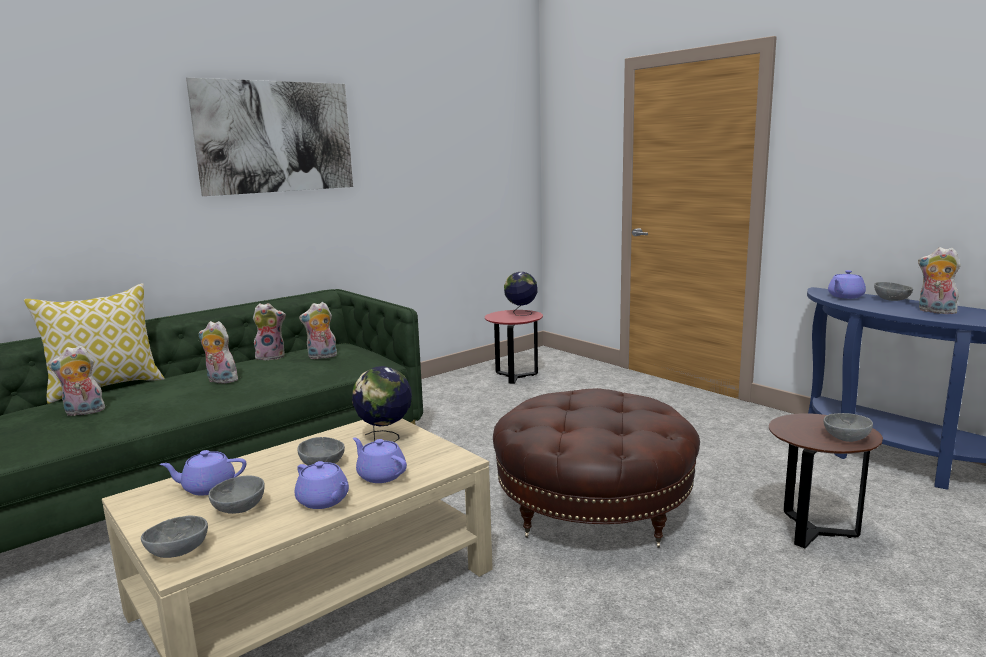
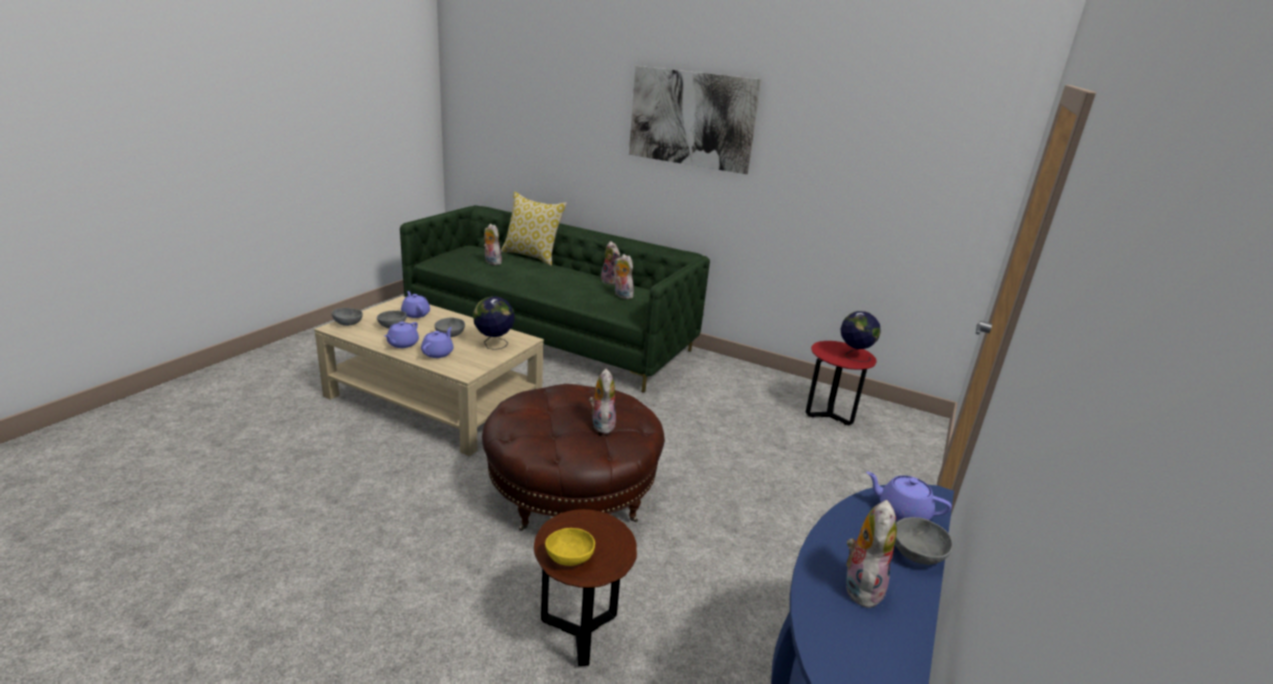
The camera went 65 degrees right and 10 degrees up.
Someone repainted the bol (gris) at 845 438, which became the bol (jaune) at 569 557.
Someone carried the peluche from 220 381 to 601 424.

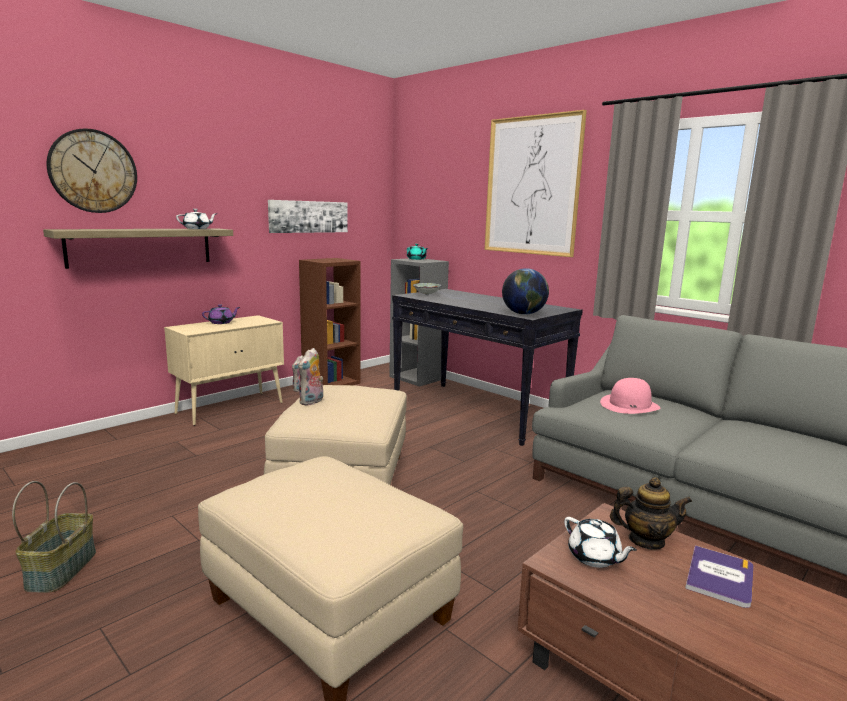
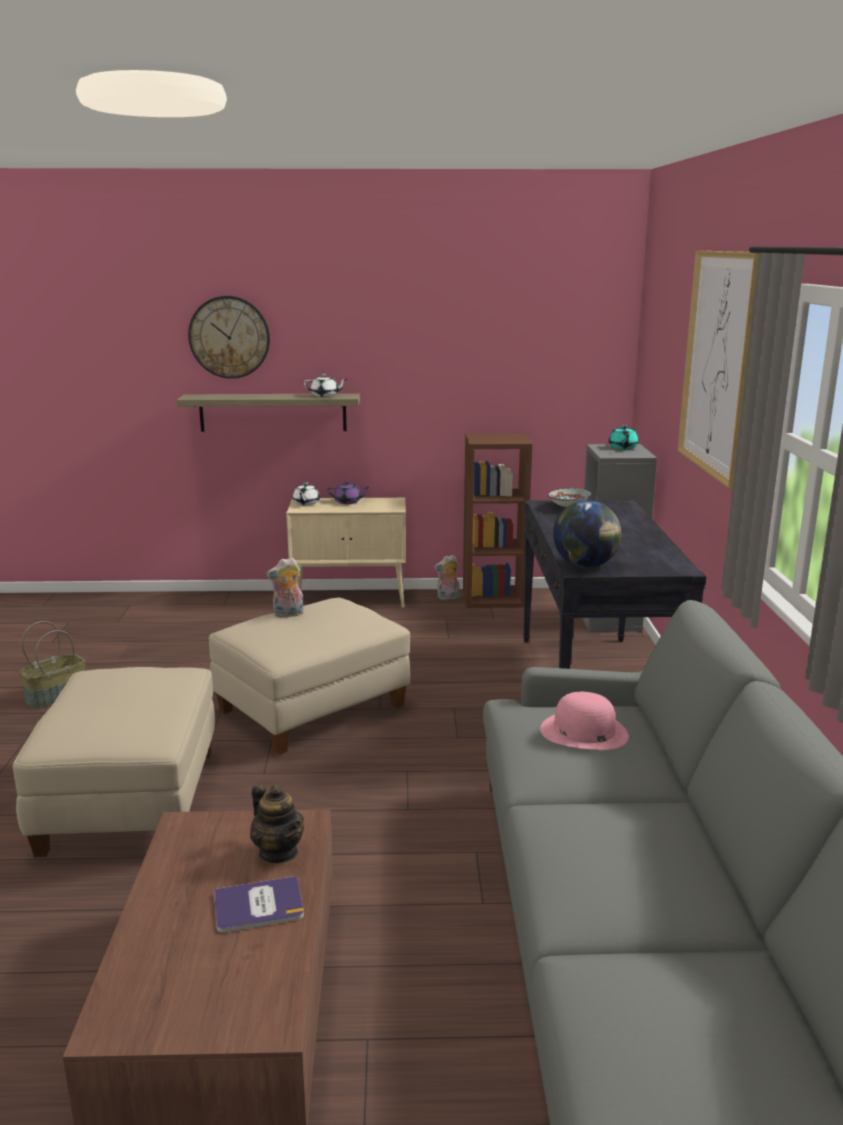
The camera went 45 degrees right and 5 degrees up.
Someone carried the théière (blanc) from 594 558 to 306 503.
Someone took away the tableau at 308 216.

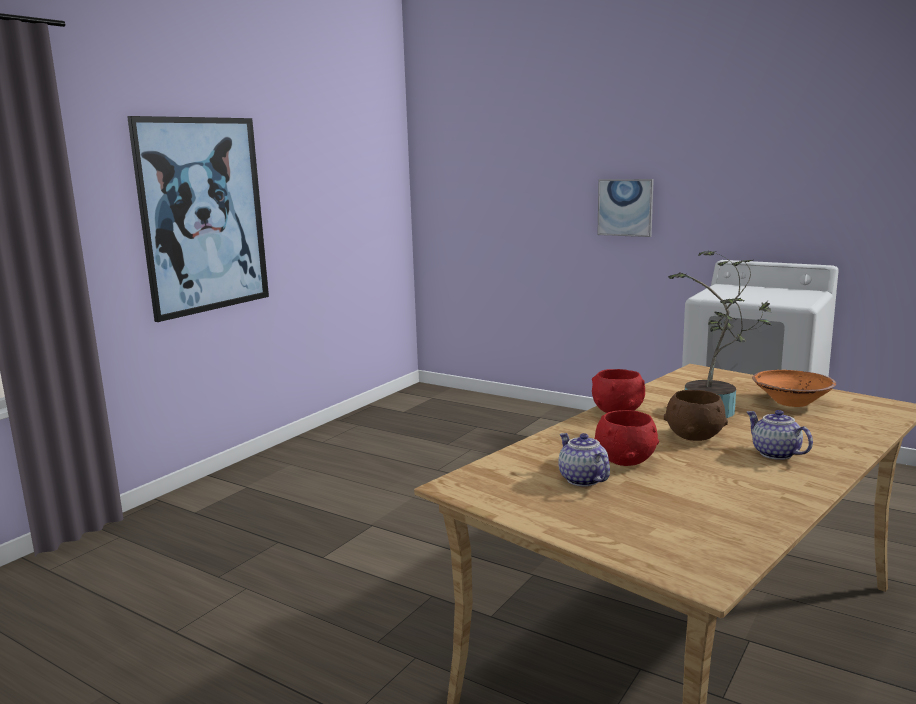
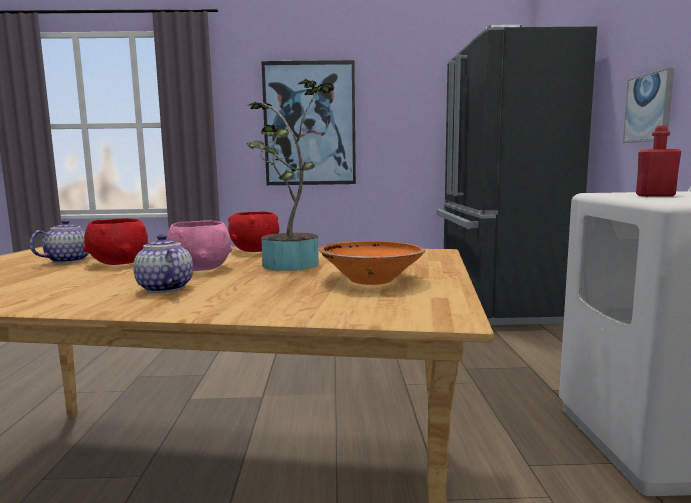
The camera went 55 degrees right and 5 degrees down.
Someone rotated the théière at 774 454 by 60 degrees counterclockwise.
Someone repainted the bol (marron) at 693 436, which became the bol (rose) at 201 268.
Someone put down the réfrigérateur (noir) at 496 304.
Someone put down the bouteille (rouge) at 655 196.

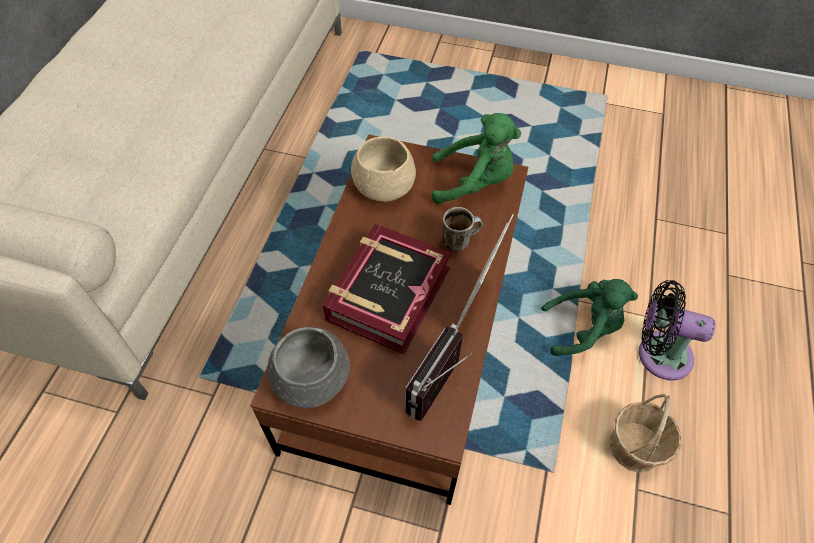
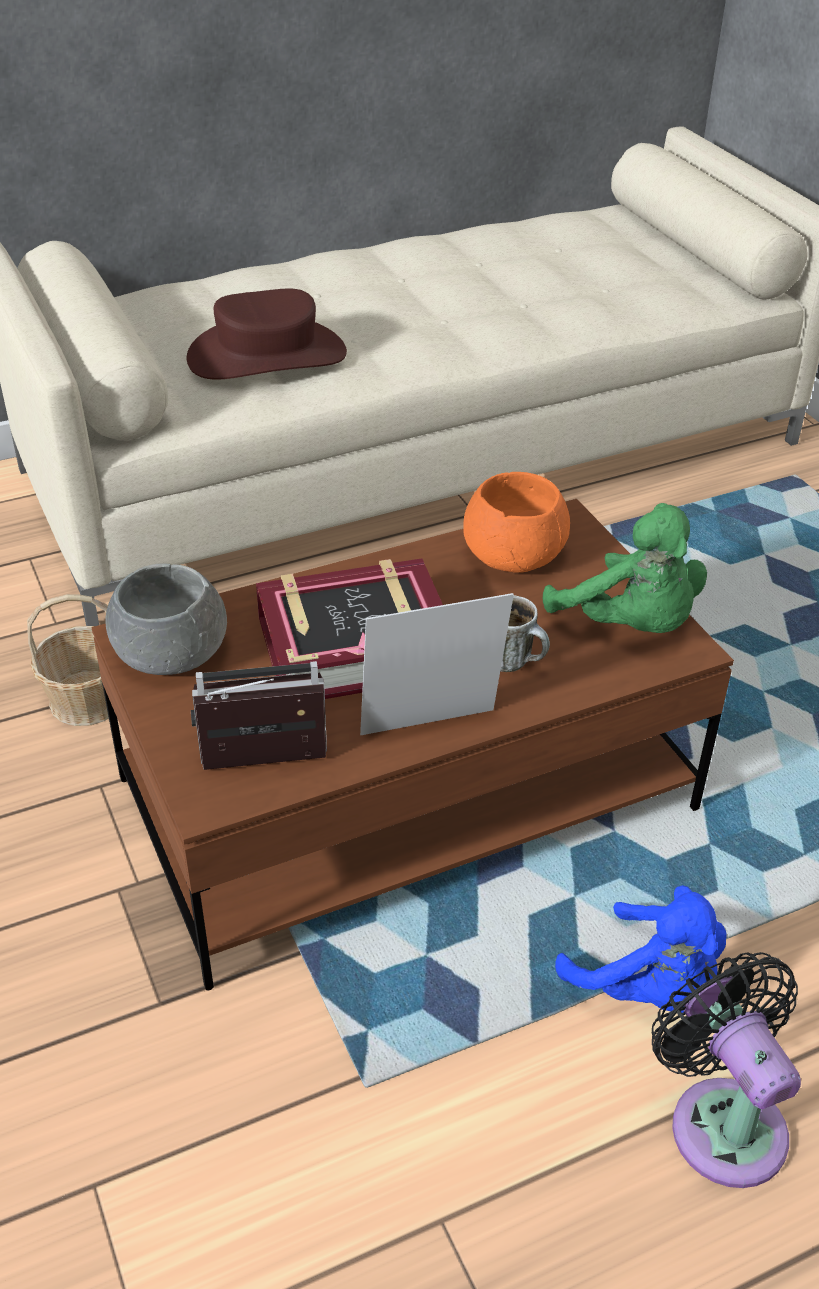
The camera went 50 degrees right and 15 degrees down.
Someone carried the panier from 635 446 to 87 700.
Someone put down the chapeau (marron) at 267 355.
Someone repainted the bol (beige) at 383 186, which became the bol (orange) at 513 554.
Someone repainted the peluche (vert) at 583 329, which became the peluche (bleu) at 649 989.

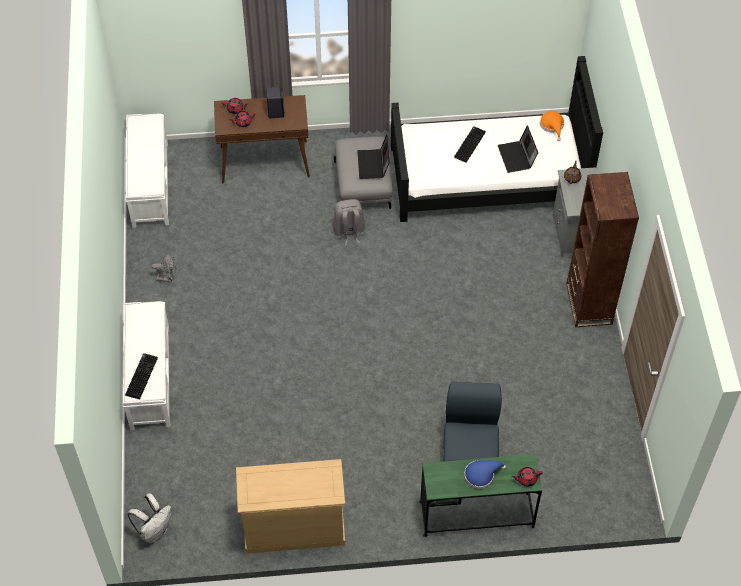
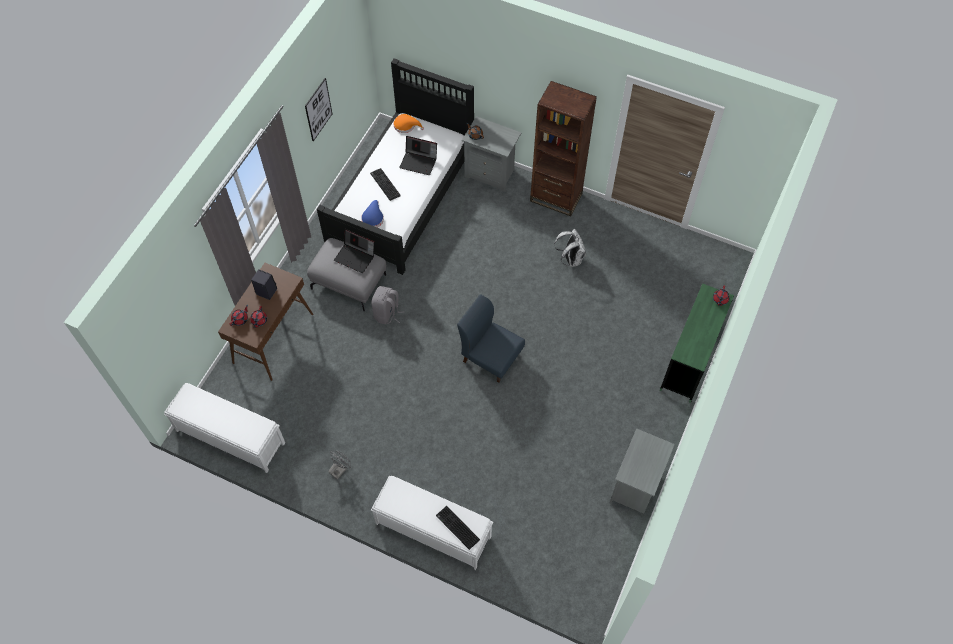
The camera went 60 degrees left and 5 degrees up.
Someone put up the tableau at 318 109.
Someone carried the chapeau (bleu) from 481 475 to 373 217.
Someone carried the chaise (bleu) from 470 452 to 490 357.
Someone carried the sac à dos (blanc) from 154 530 to 570 259.
Someone swapped the commode (beige) at 294 527 for the table de chevet (gris) at 635 487.

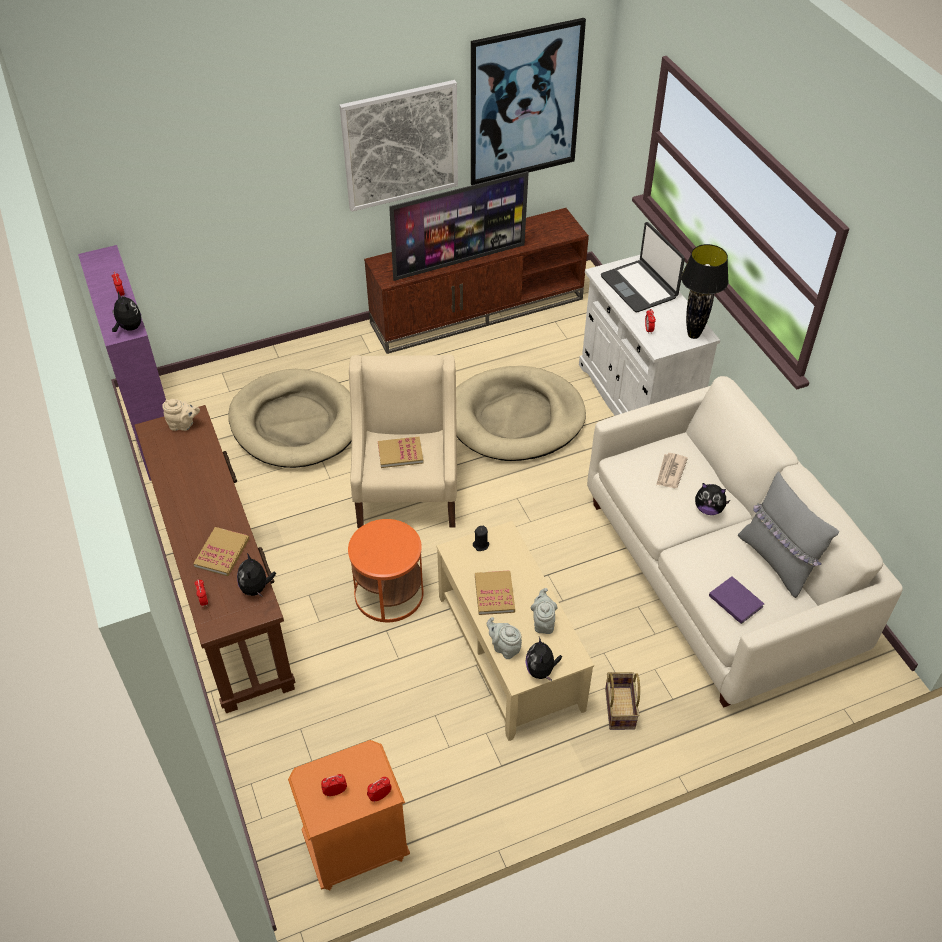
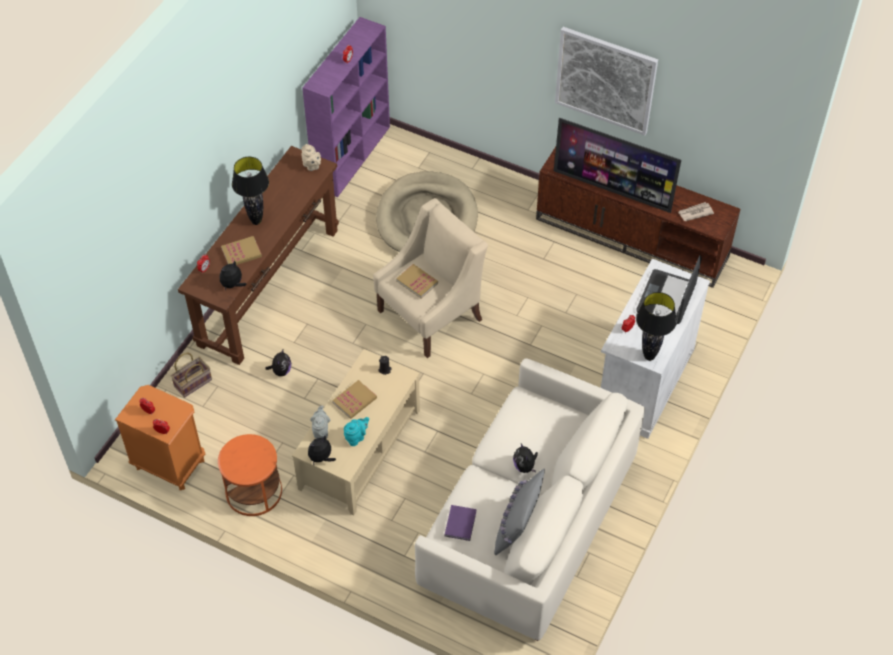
The camera went 50 degrees right and 5 degrees up.
Someone carried the panier from 618 707 to 193 382.
Someone carried the table d'appoint (orange) from 388 593 to 253 491.
Someone put down the lampe de table (noir) at 256 221.
Someone carried the peluche from 129 327 to 281 371.
Someone repainted the théière (gris) at 543 622, which became the théière (turquoise) at 356 437.
Someone carried the journal from 670 472 to 695 212.
Someone took away the panier pour chien (beige) at 515 418.
Someone took away the tableau at 525 103.

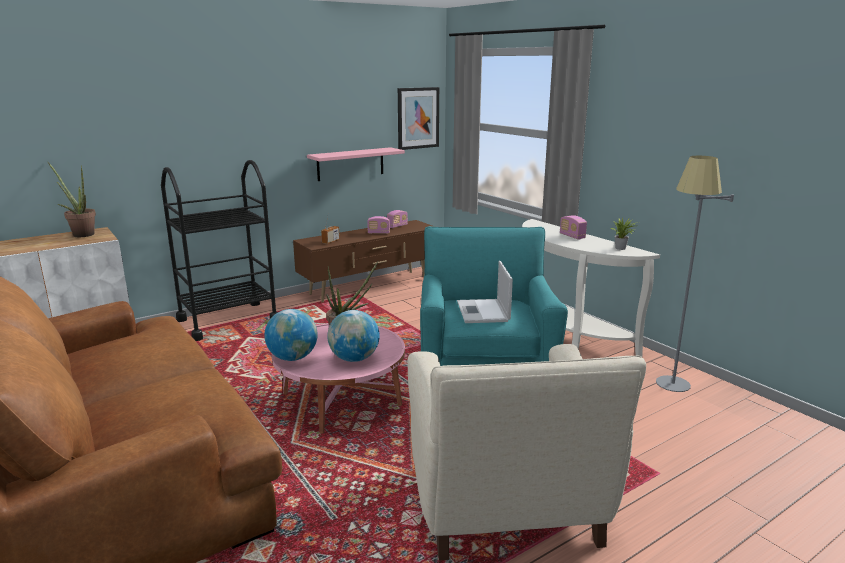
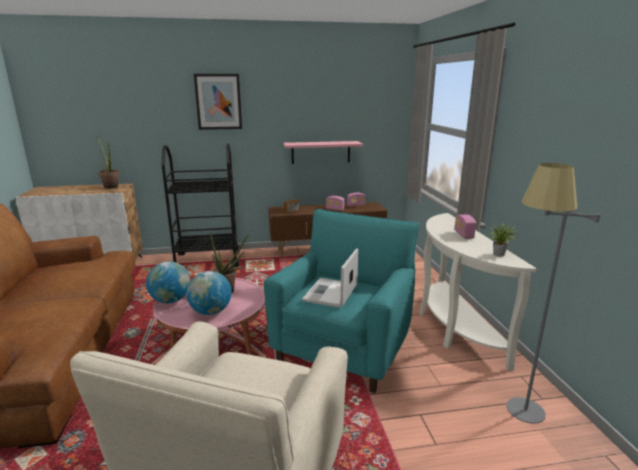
The camera went 25 degrees right and 0 degrees up.
Someone carried the tableau from 418 118 to 218 102.

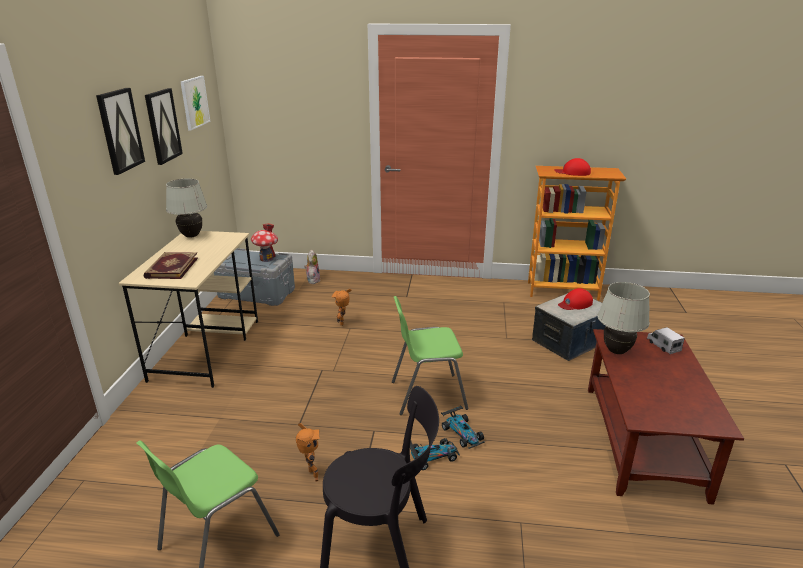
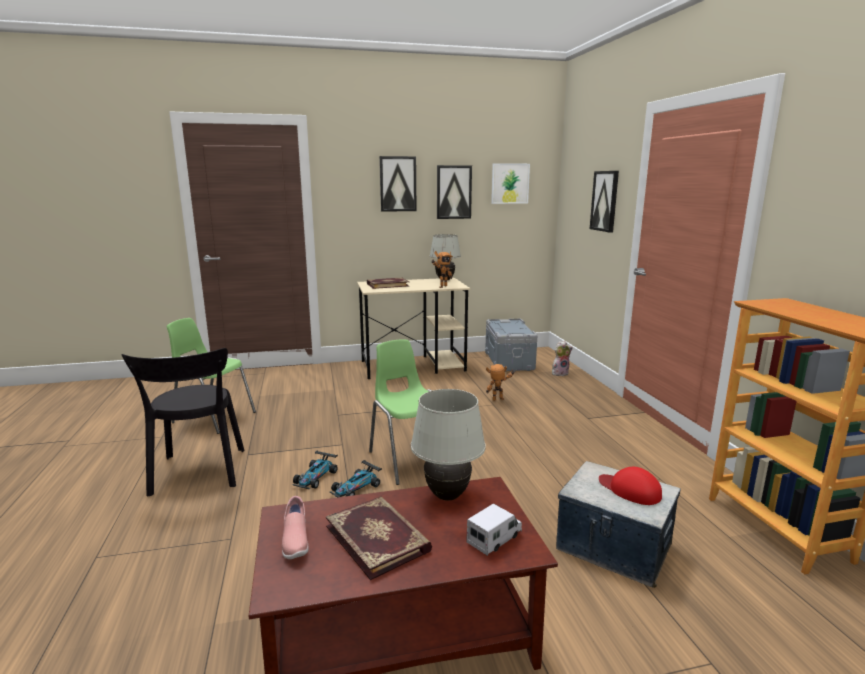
The camera went 70 degrees right and 10 degrees down.
Someone put down the chaussure (rose) at 295 541.
Someone rotated the petite voiture at 432 456 by 60 degrees clockwise.
Someone put down the livre at 378 538.
Someone carried the robot jouet from 311 476 to 441 286.
Someone put up the tableau at 605 201.
Someone took away the maison miniature at 266 259.
Someone took away the casquette (rouge) at 573 172.

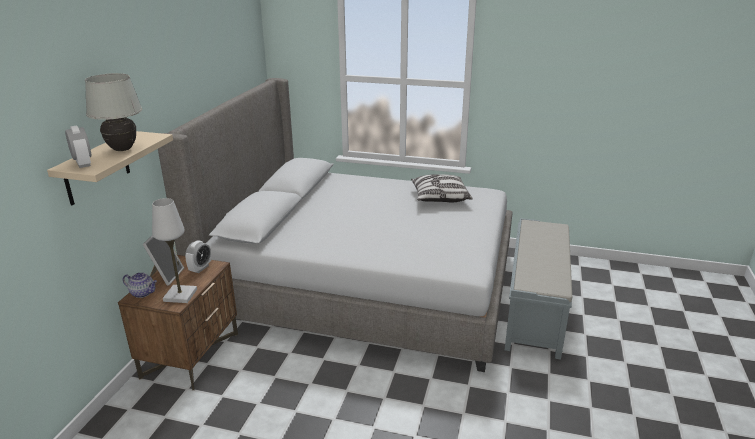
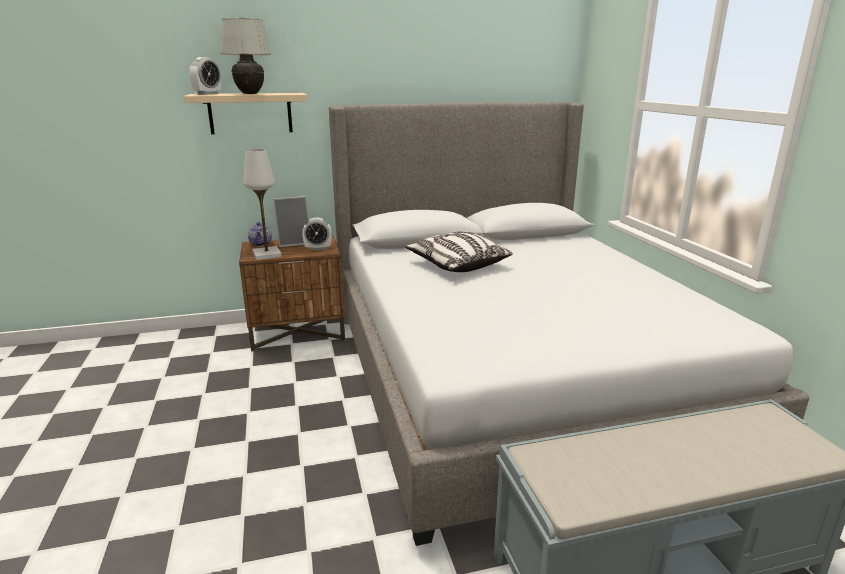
The camera went 60 degrees right and 5 degrees down.
Someone carried the coussin from 439 198 to 457 265.

